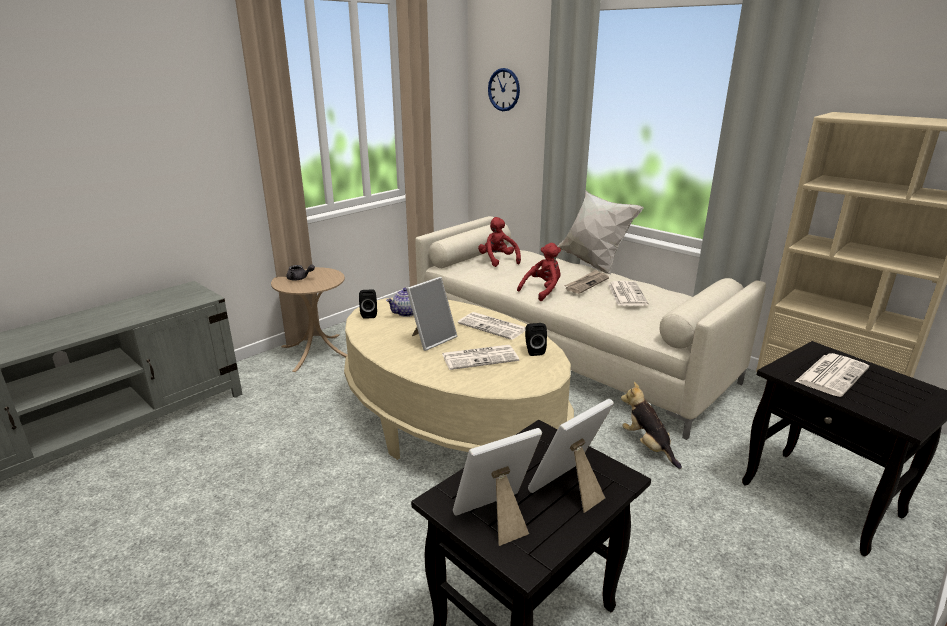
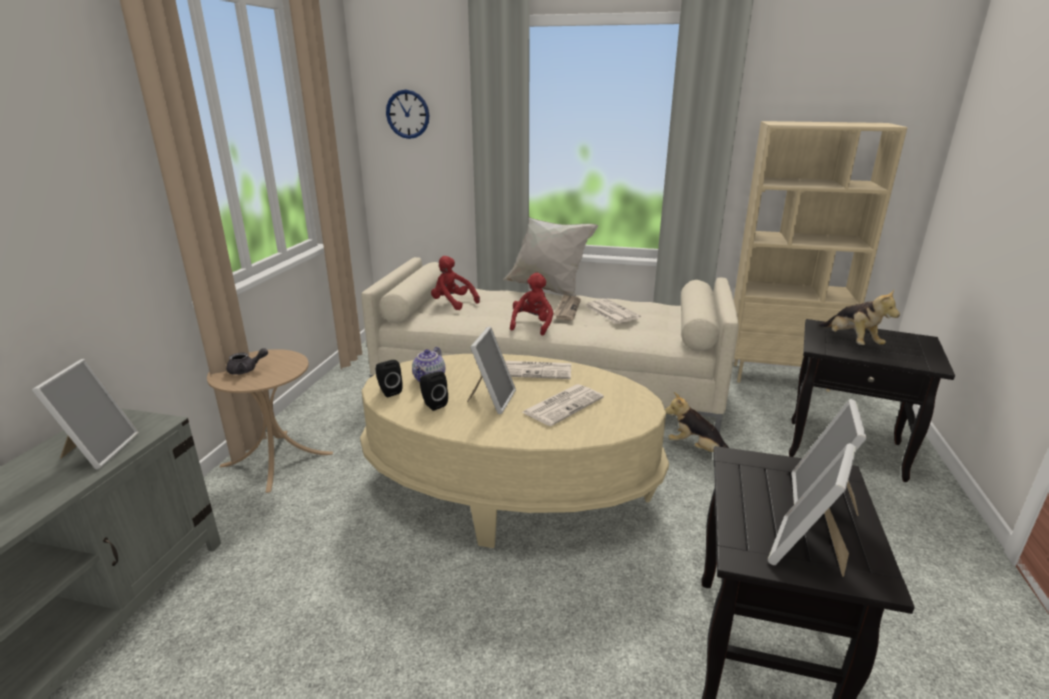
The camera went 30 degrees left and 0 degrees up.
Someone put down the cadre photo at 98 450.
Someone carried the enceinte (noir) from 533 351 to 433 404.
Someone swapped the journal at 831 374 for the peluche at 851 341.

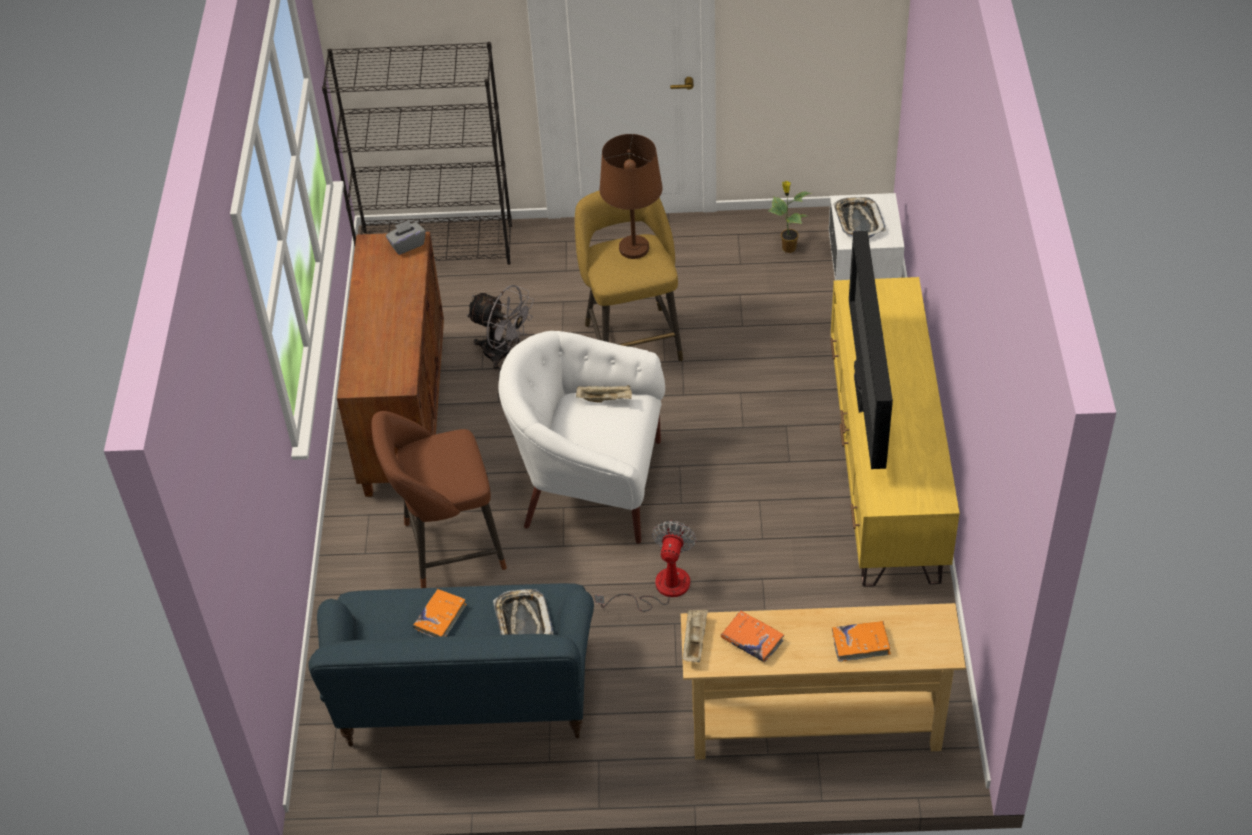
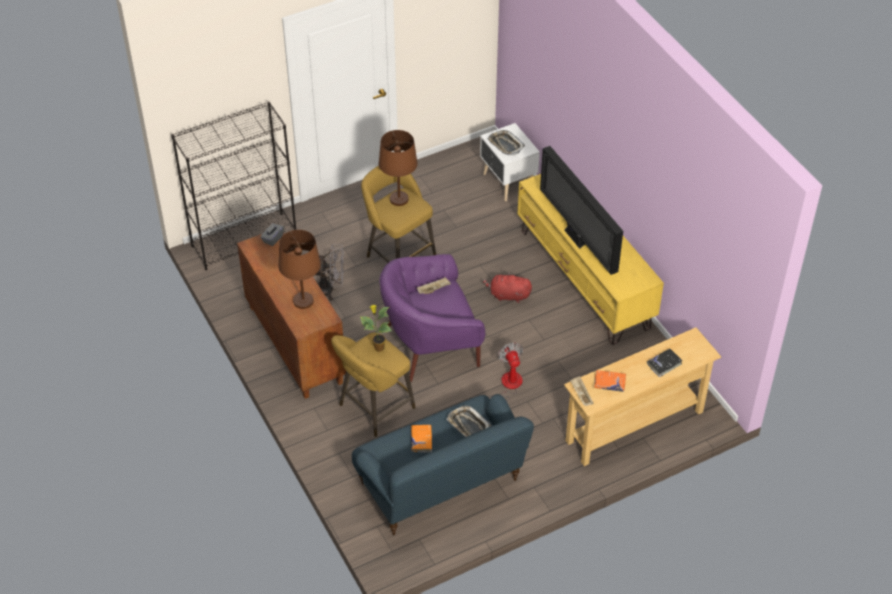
The camera went 30 degrees left and 0 degrees up.
Someone put down the lampe de table (marron) at 303 301.
Someone repainted the tabouret (marron) at 447 548, which became the tabouret (jaune) at 373 409.
Someone carried the plante en pot from 788 248 to 378 348.
Someone repainted the fauteuil (blanc) at 591 484, which became the fauteuil (violet) at 431 344.
Someone put down the peluche (rouge) at 508 295.
Someone repainted the livre (orange) at 860 644, which became the livre (noir) at 664 364.

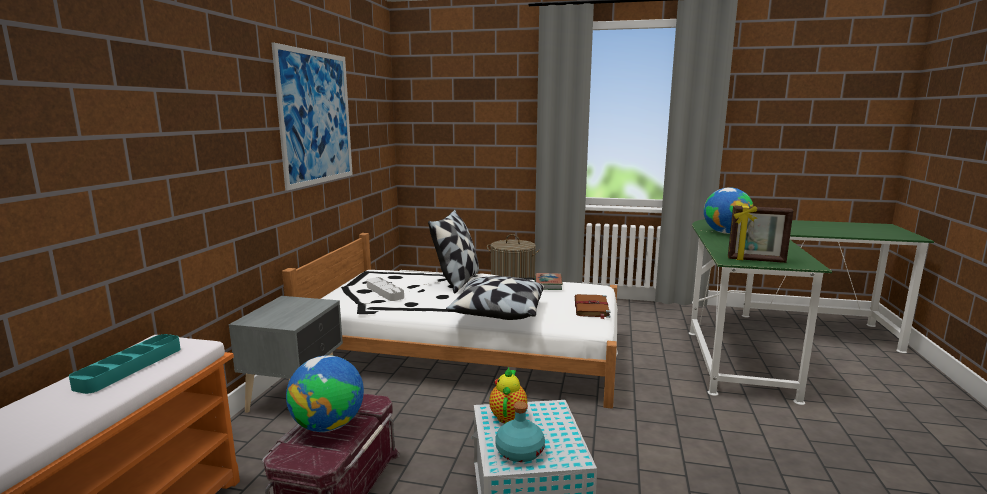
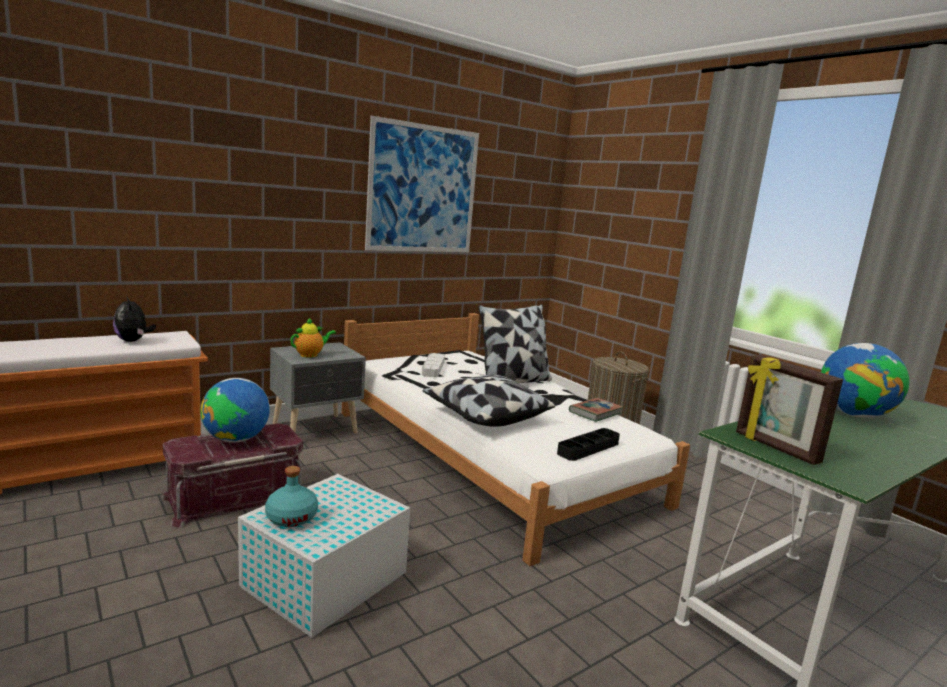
The camera went 40 degrees right and 0 degrees up.
Someone swapped the plateau (turquoise) at 130 367 for the peluche at 133 341.
Someone carried the théière from 508 415 to 311 355.
Someone swapped the livre (marron) at 591 308 for the plateau (noir) at 588 448.

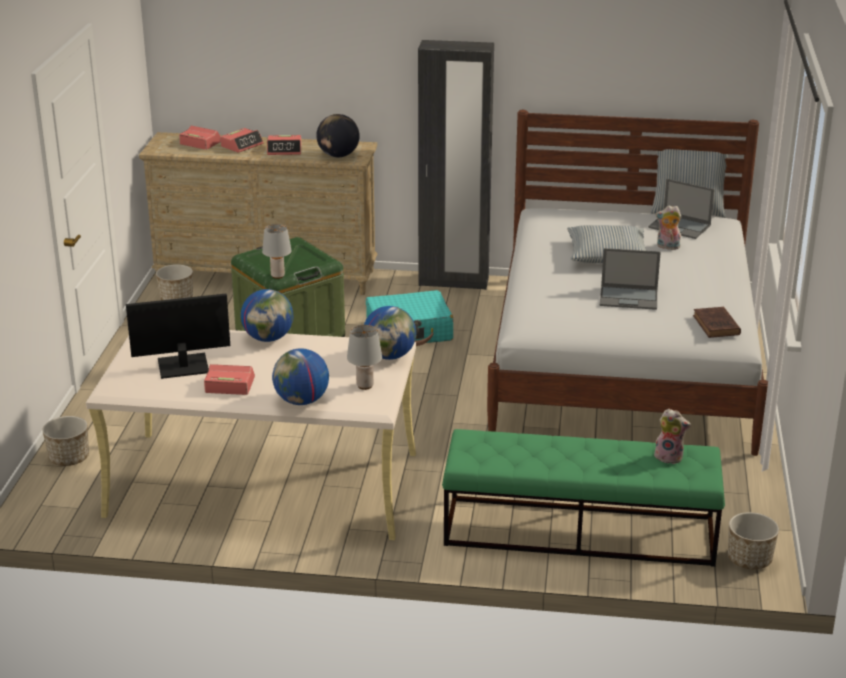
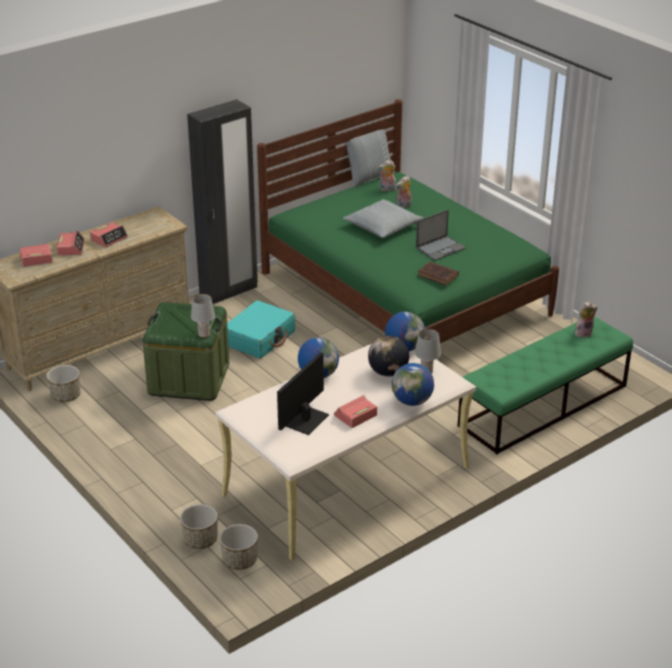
The camera went 45 degrees left and 5 degrees up.
Someone carried the cache-pot from 749 559 to 240 560.
Someone repainted the lit (blanc) at 623 358, which became the lit (vert) at 404 293.
Someone carried the globe from 338 155 to 388 372.
Someone swapped the ordinateur portable at 680 226 for the peluche at 387 189.
Someone carried the livre (marron) from 716 326 to 439 276.

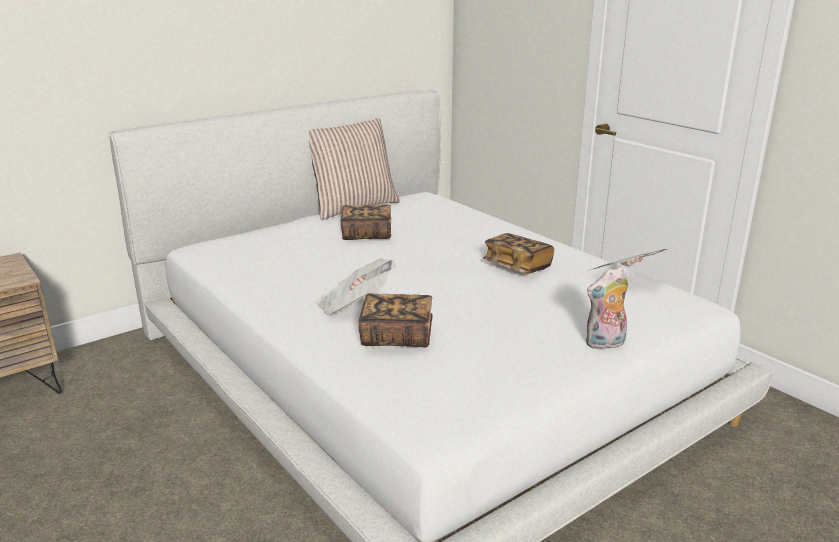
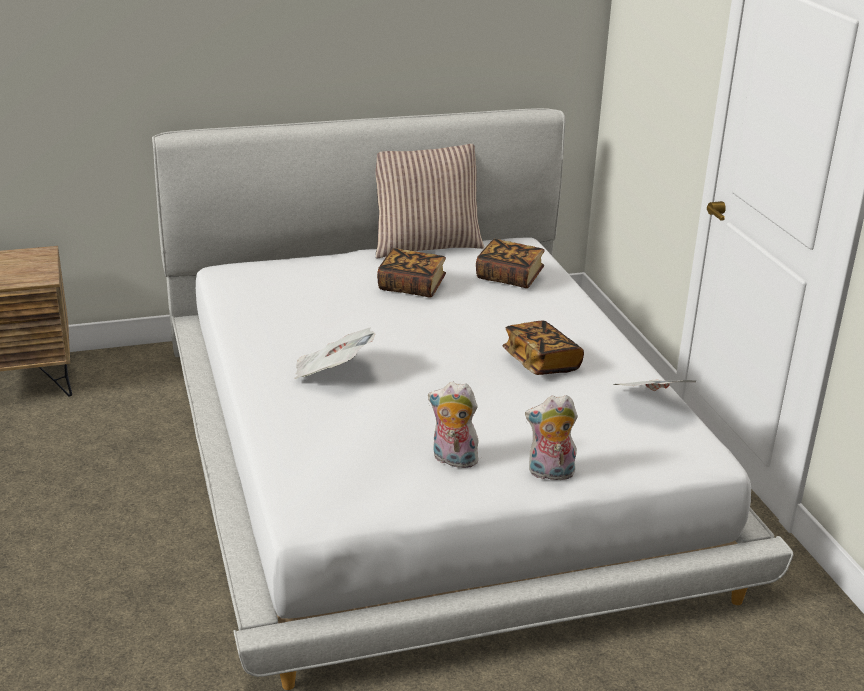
The camera went 20 degrees right and 5 degrees up.
Someone put down the peluche at 452 460.
Someone carried the livre from 397 336 to 509 277.

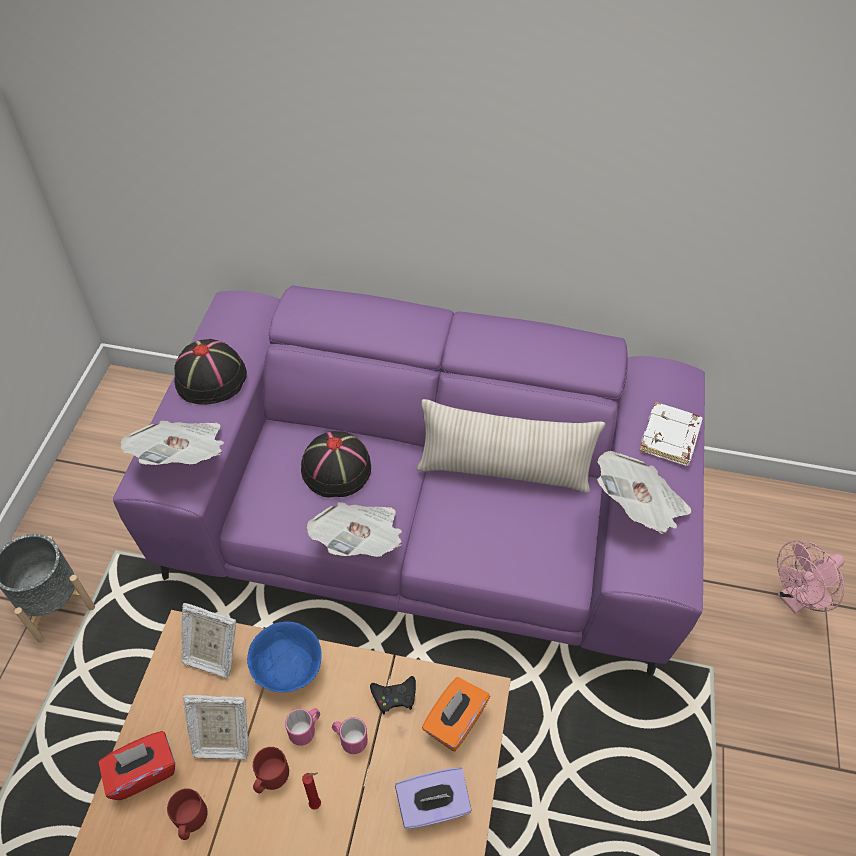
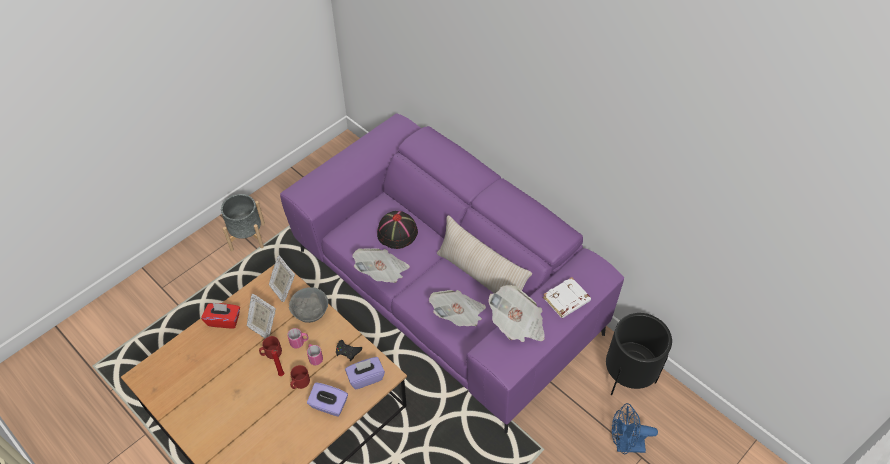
The camera went 35 degrees right and 0 degrees up.
Someone repainted the bol (bleu) at 288 668, which became the bol (gris) at 311 313.
Someone carried the mug (rouge) from 190 820 to 300 383.
Someone repainted the boîte à mouchoirs (orange) at 454 721, which became the boîte à mouchoirs (violet) at 365 377.
Someone carried the journal from 183 456 to 458 315.
Someone put down the cache-pot (noir) at 628 377.
Someone repainted the ventilateur (rose) at 795 599, which became the ventilateur (bleu) at 625 445.
Someone took away the chapeau (noir) at 211 378.

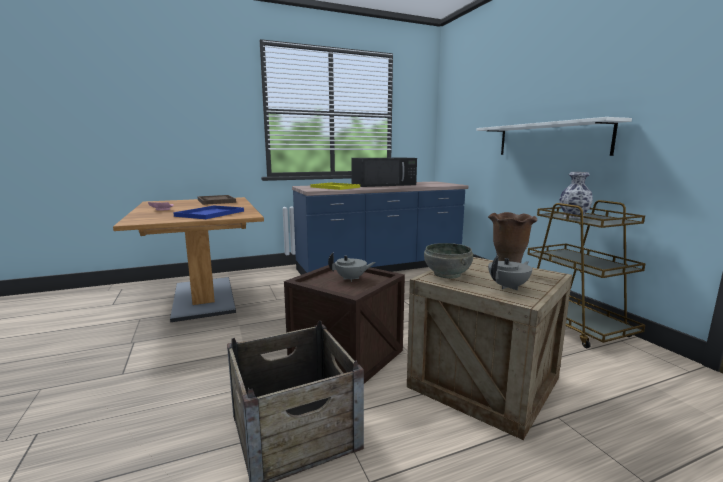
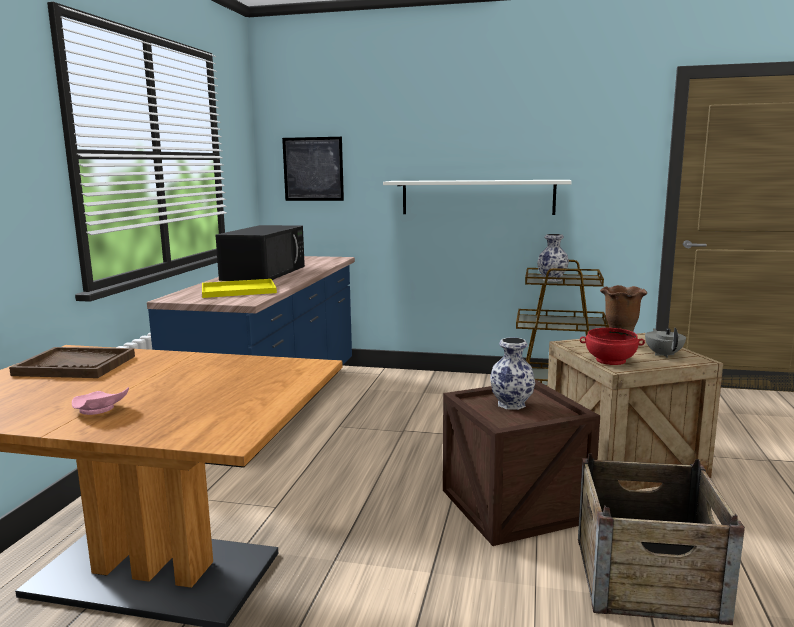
The camera went 55 degrees left and 0 degrees up.
Someone put up the tableau at 313 169.
Someone swapped the théière (gris) at 351 279 for the vase at 512 404.
Someone repainted the bol (gris) at 448 274, which became the bol (rouge) at 610 360.
Someone took away the plateau (bleu) at 210 213.

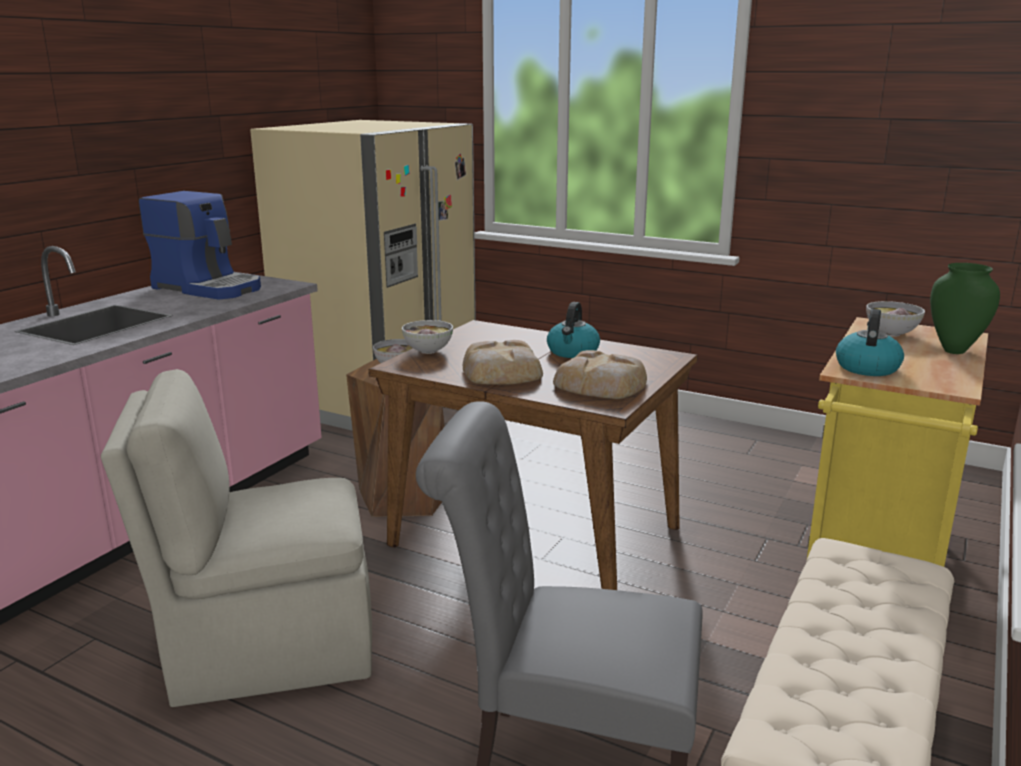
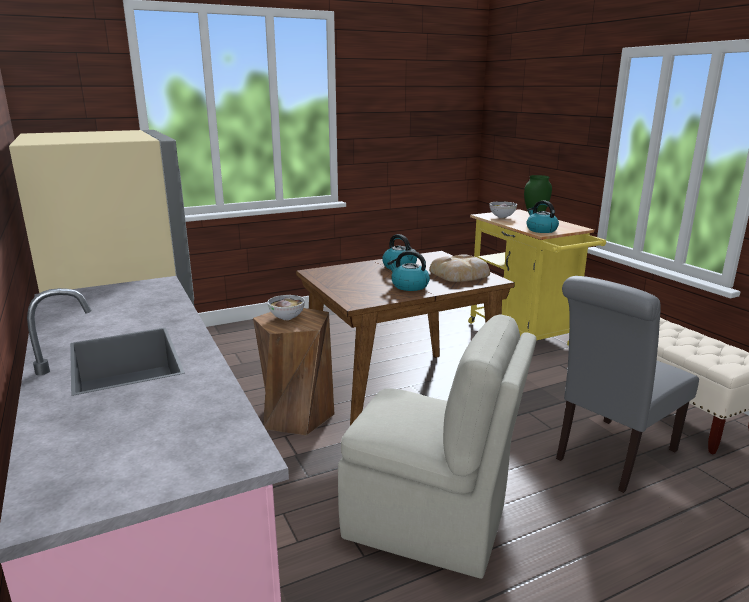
The camera went 55 degrees left and 0 degrees up.
Someone rotated the chaise (beige) at 267 648 by 90 degrees counterclockwise.
Someone swapped the pain at 501 372 for the bouilloire at 409 286.
Someone took away the machine à café at 209 287.
Someone took away the bol at 428 351.

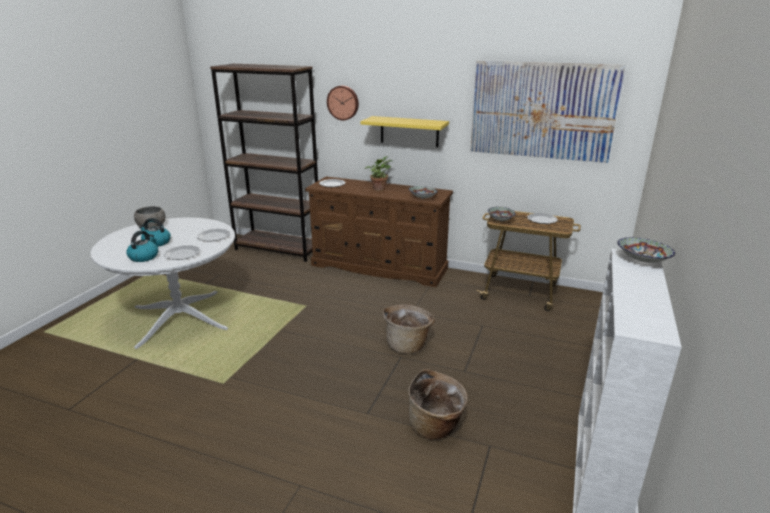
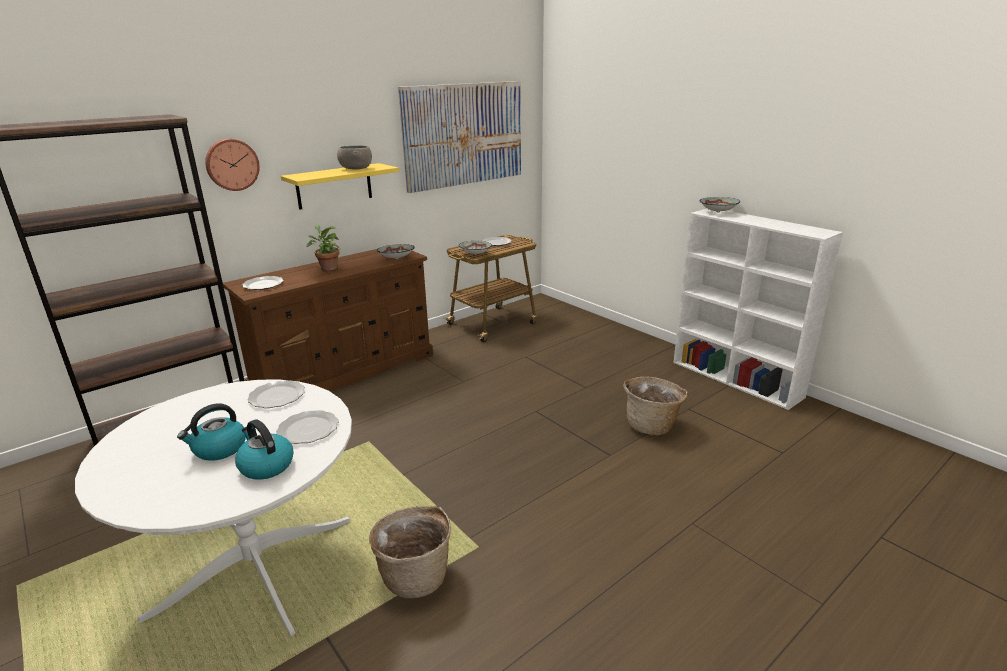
The camera went 60 degrees left and 0 degrees up.
Someone carried the bol (gris) from 151 227 to 356 169.
Someone carried the panier from 408 344 to 415 575.

